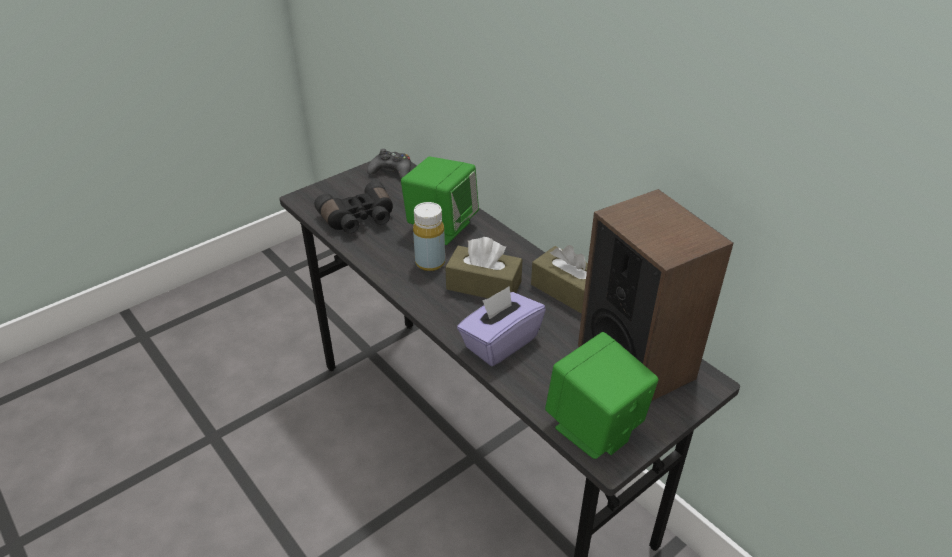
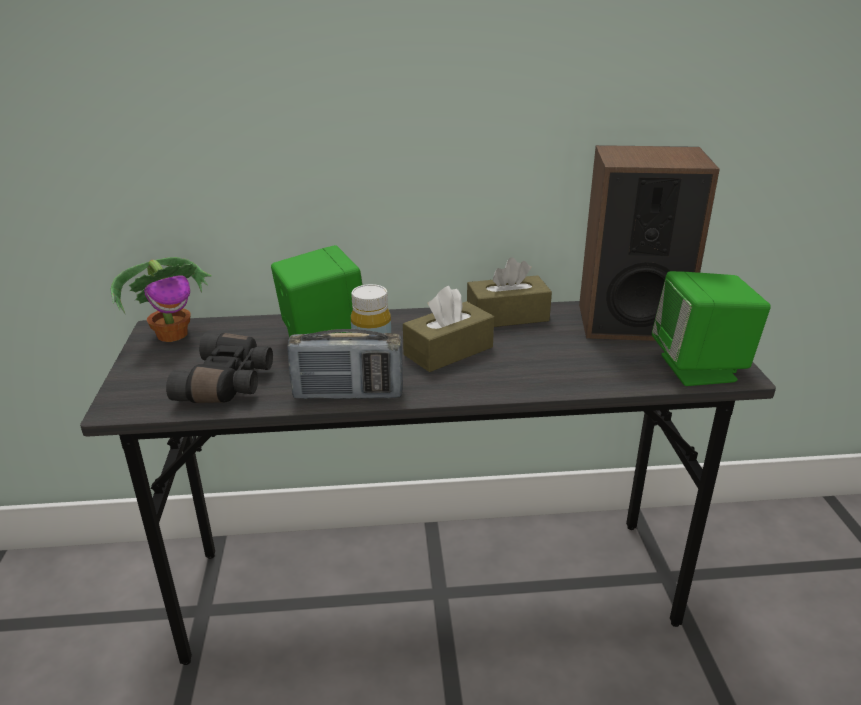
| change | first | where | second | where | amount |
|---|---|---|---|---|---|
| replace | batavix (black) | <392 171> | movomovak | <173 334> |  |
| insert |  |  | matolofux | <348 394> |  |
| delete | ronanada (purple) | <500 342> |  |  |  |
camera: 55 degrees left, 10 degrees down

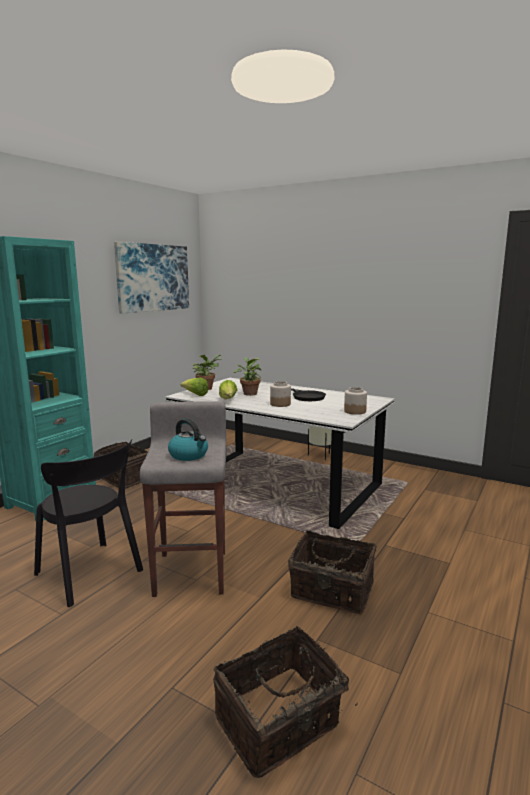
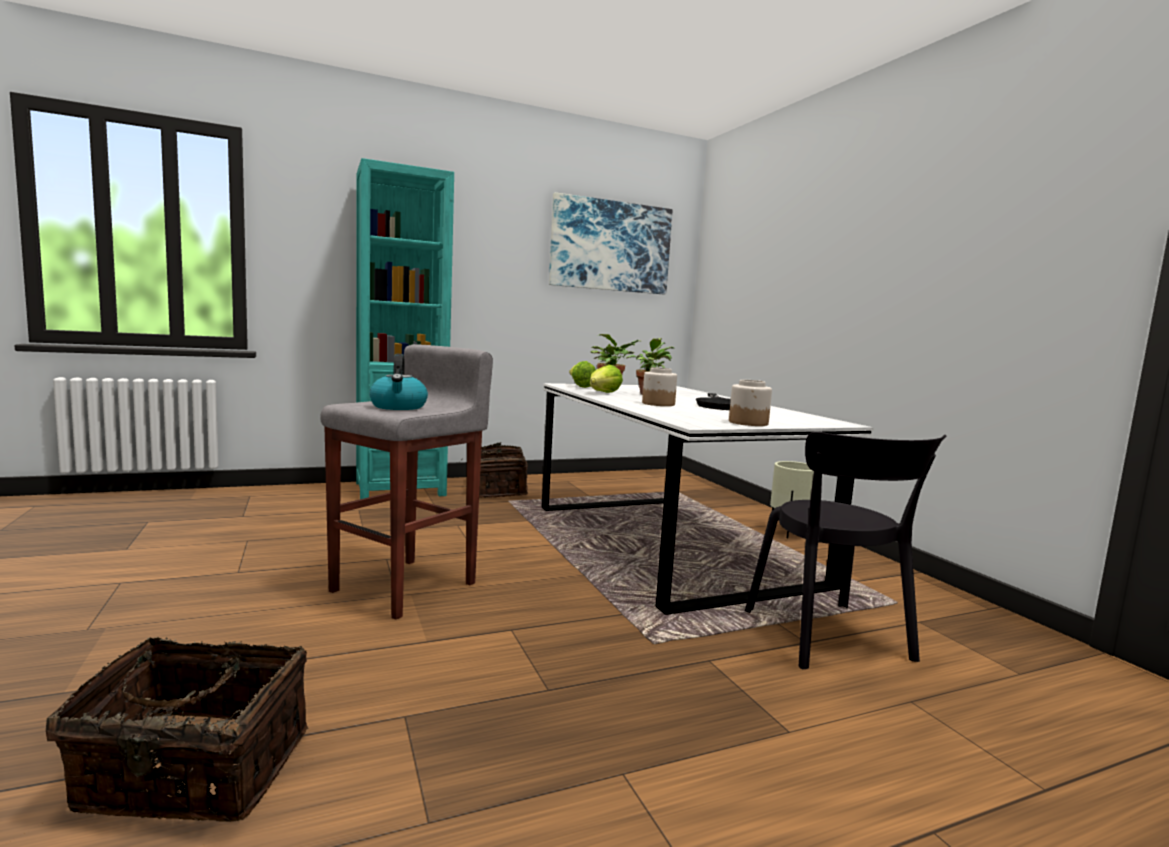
| change | first | where | second | where | amount |
|---|---|---|---|---|---|
| move | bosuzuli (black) | <91 574> |  | <830 639> |  |
| delete | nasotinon | <331 591> |  |  |  |
camera: 35 degrees right, 5 degrees down

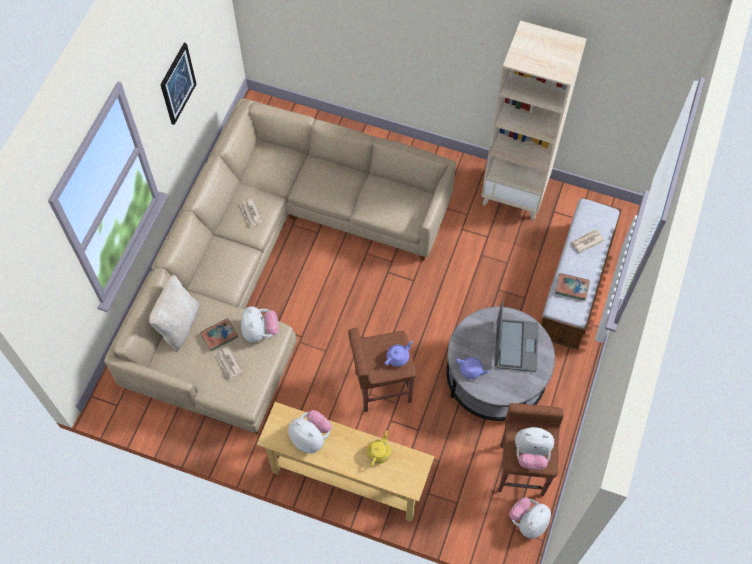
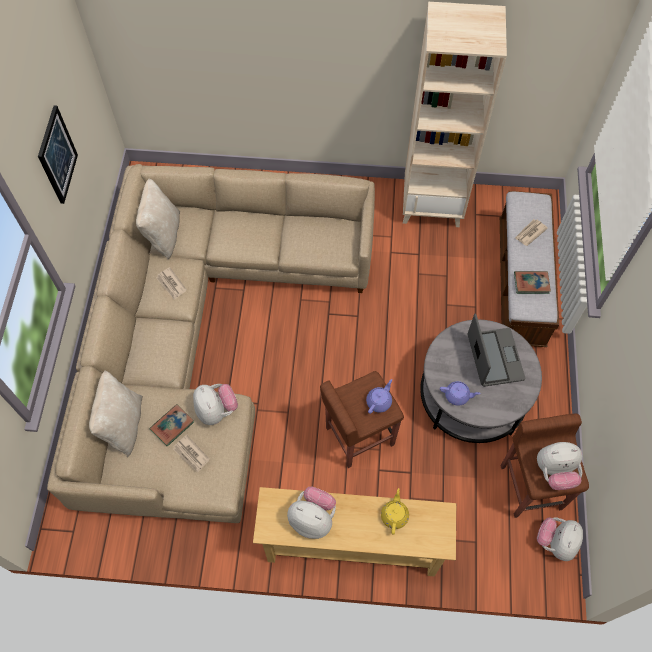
| change | first | where | second | where | amount |
|---|---|---|---|---|---|
| insert |  |  | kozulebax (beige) | <163 234> |  |
camera: 15 degrees left, 0 degrees up

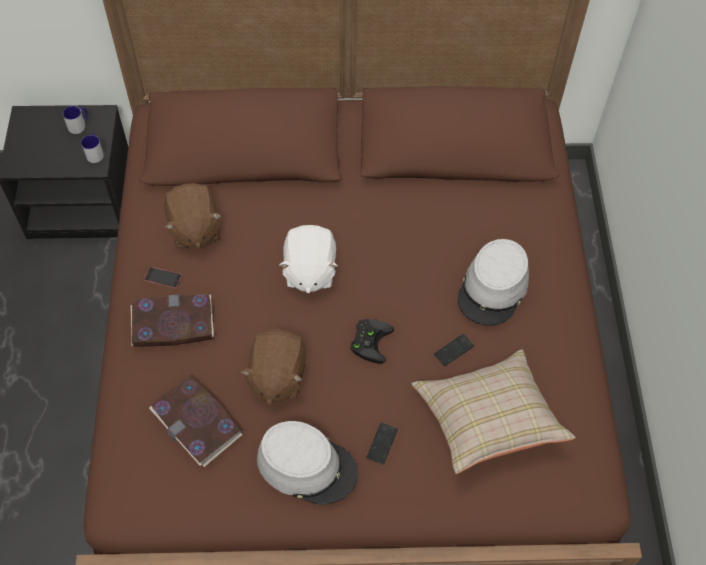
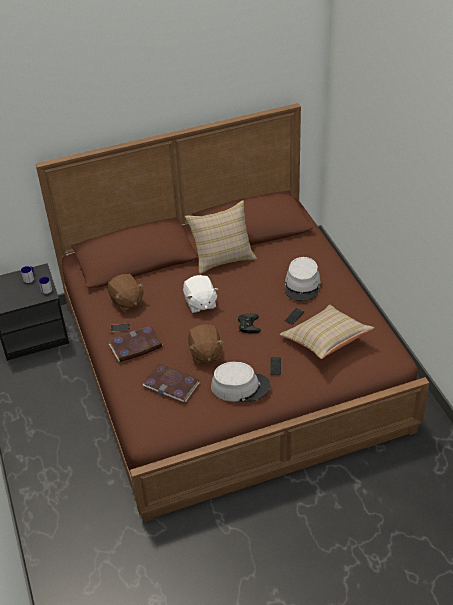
| change | first | where | second | where | amount |
|---|---|---|---|---|---|
| insert |  |  | kozulebax (beige) | <222 257> |  |
camera: 15 degrees left, 15 degrees down

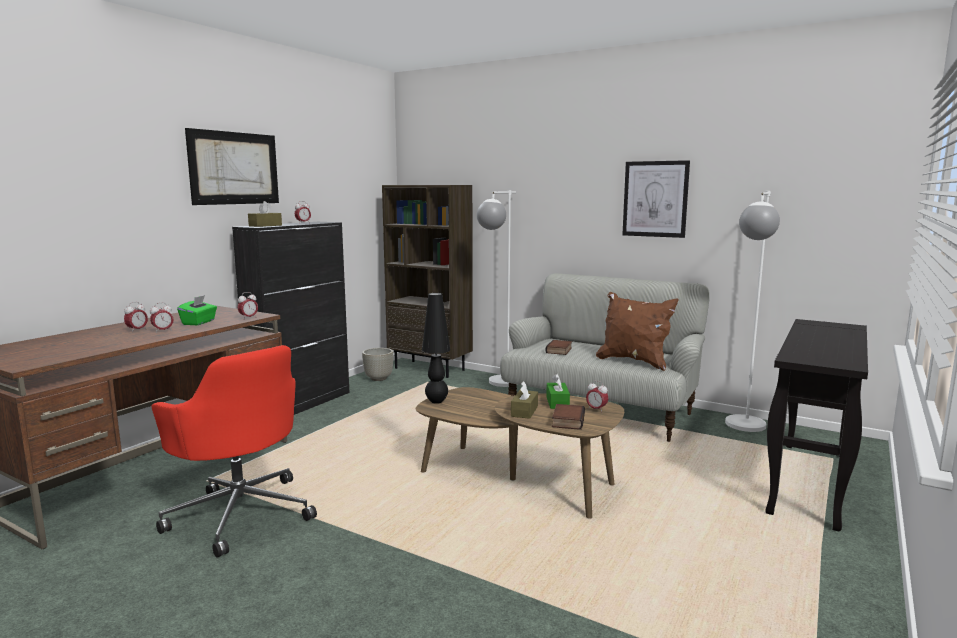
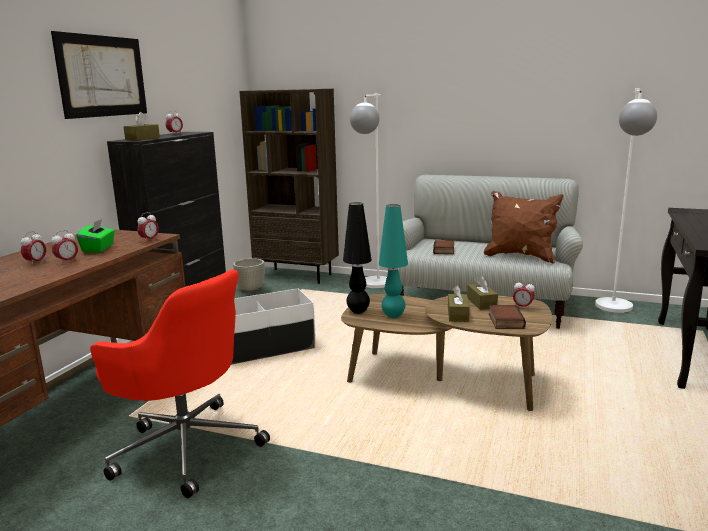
| change | first | where | second | where | amount |
|---|---|---|---|---|---|
| insert |  |  | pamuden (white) | <265 348> |  |
| insert |  |  | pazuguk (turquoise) | <393 316> |  |
| recolor | ronanada (green) | <557 402> | ronanada (brown) | <481 303> |  |
| delete | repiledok | <655 199> |  |  |  |
camera: 10 degrees left, 5 degrees up

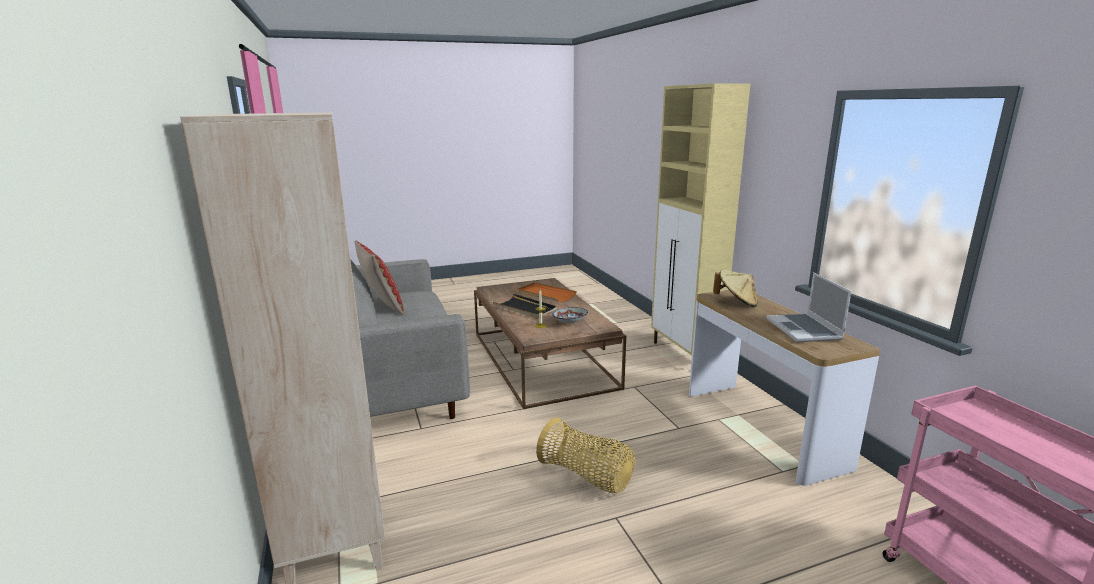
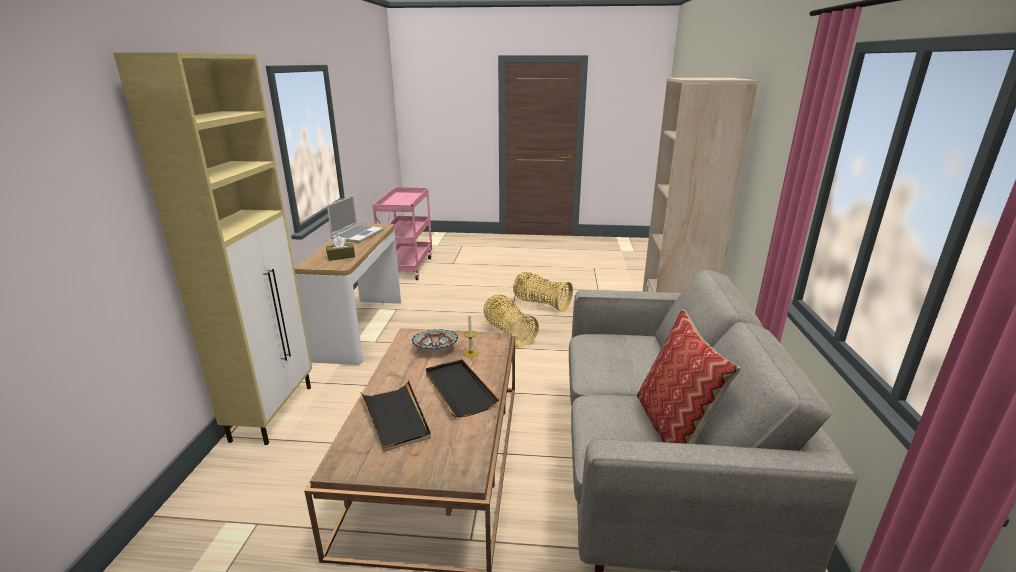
| change | first | where | second | where | amount |
|---|---|---|---|---|---|
| replace | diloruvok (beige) | <736 303> | ronanada (brown) | <341 257> |  |
| recolor | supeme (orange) | <546 294> | supeme (black) | <396 418> |  |
| insert |  |  | nasotinon | <541 303> |  |
camera: 155 degrees left, 5 degrees up

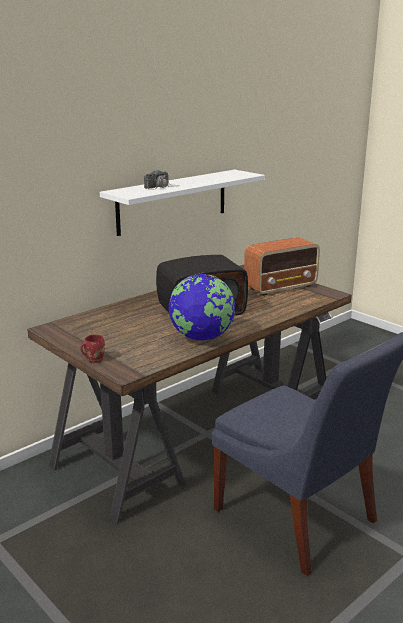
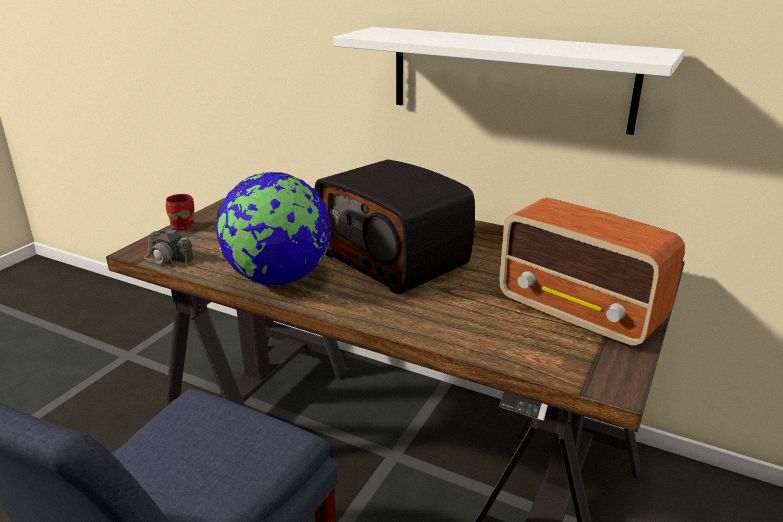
| change | first | where | second | where | amount |
|---|---|---|---|---|---|
| move | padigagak | <161 187> |  | <170 260> |  |
camera: 70 degrees right, 5 degrees up

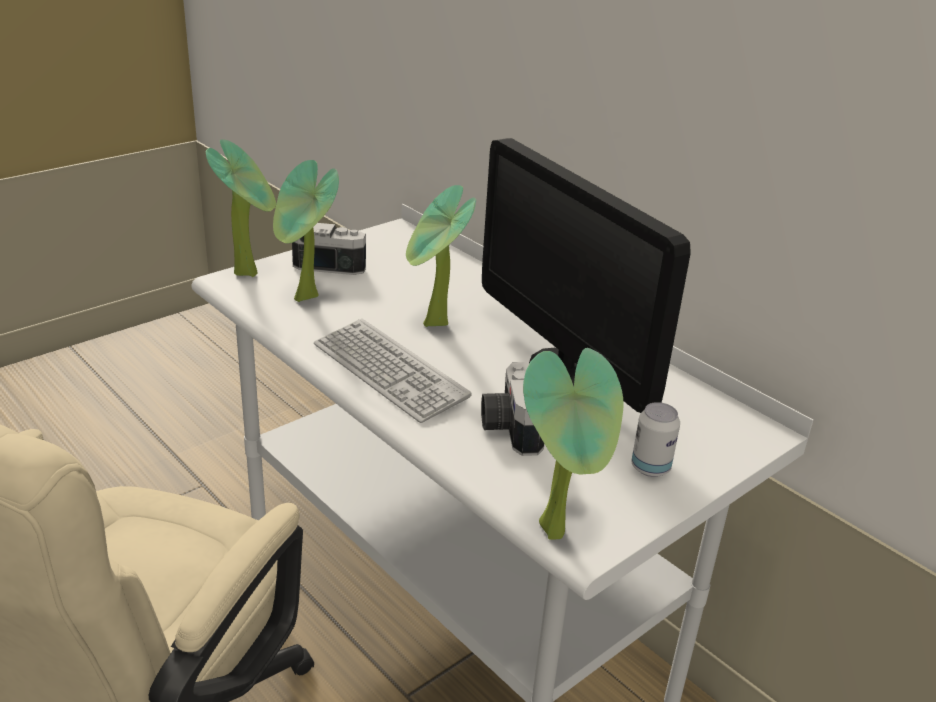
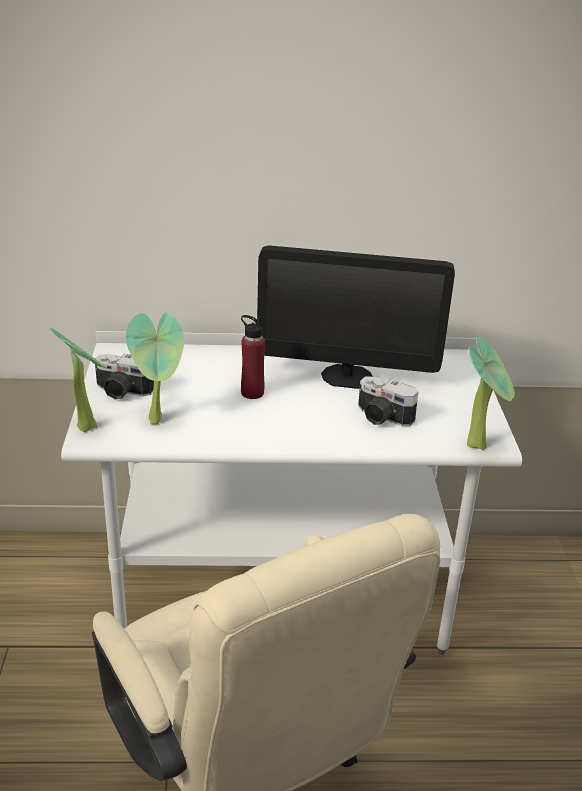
| change | first | where | second | where | amount |
|---|---|---|---|---|---|
| rotate | padigagak | <331 263> |  | <122 392> | 120 degrees counterclockwise |
| replace | movomovak | <434 326> | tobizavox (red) | <252 393> |  |
| delete | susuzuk | <389 372> |  |  |  |
| delete | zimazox | <650 468> |  |  |  |
camera: 50 degrees left, 0 degrees up

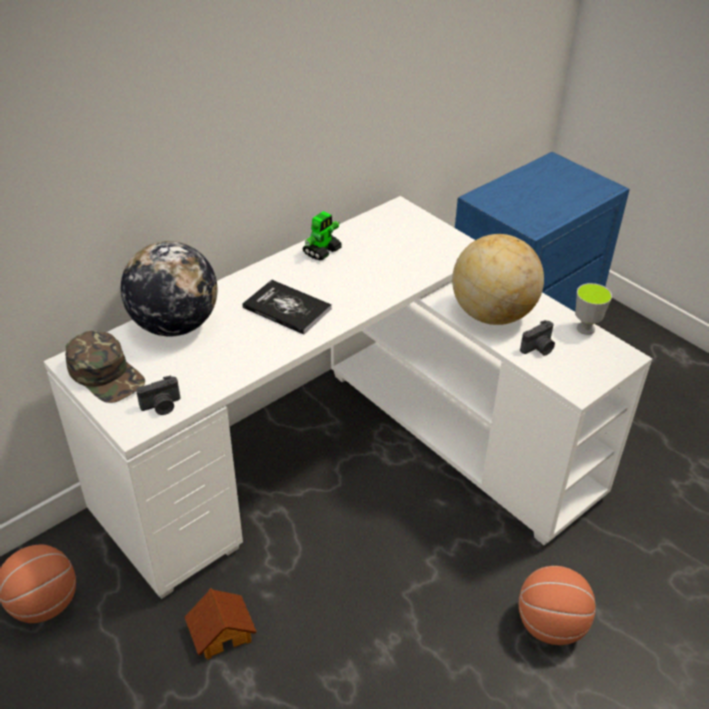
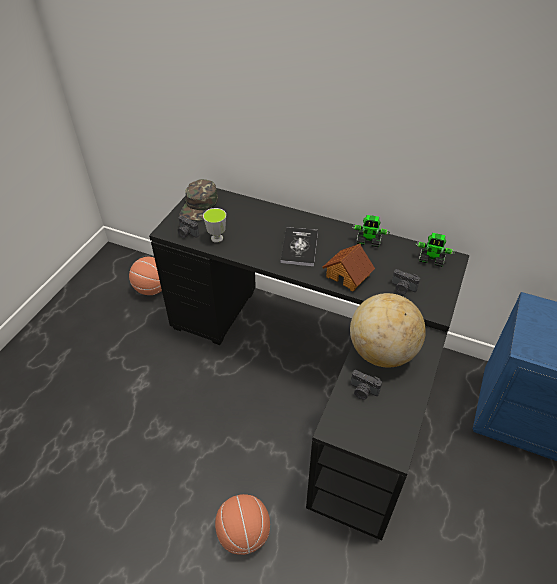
| change | first | where | second | where | amount |
|---|---|---|---|---|---|
| recolor | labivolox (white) | <350 456> | labivolox (black) | <316 368> |  |
| move | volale | <585 329> |  | <217 238> |  |
| move | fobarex | <222 632> |  | <348 275> |  |
| insert |  |  | padigagak | <402 288> |  |
| insert |  |  | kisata | <431 260> |  |
| delete | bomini | <175 325> |  |  |  |
camera: 65 degrees right, 5 degrees up

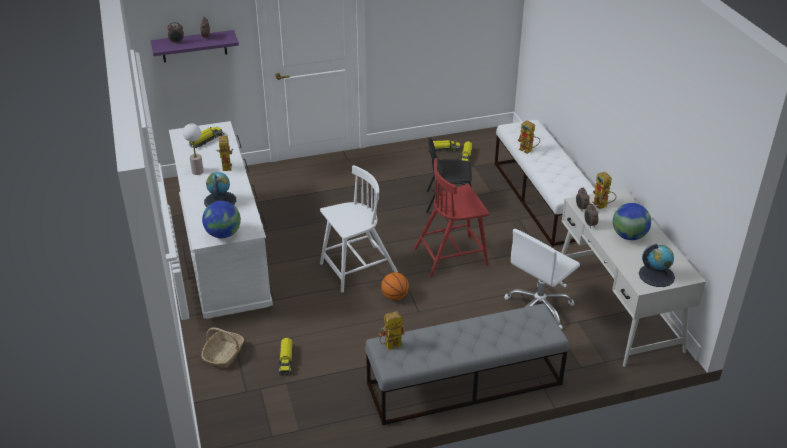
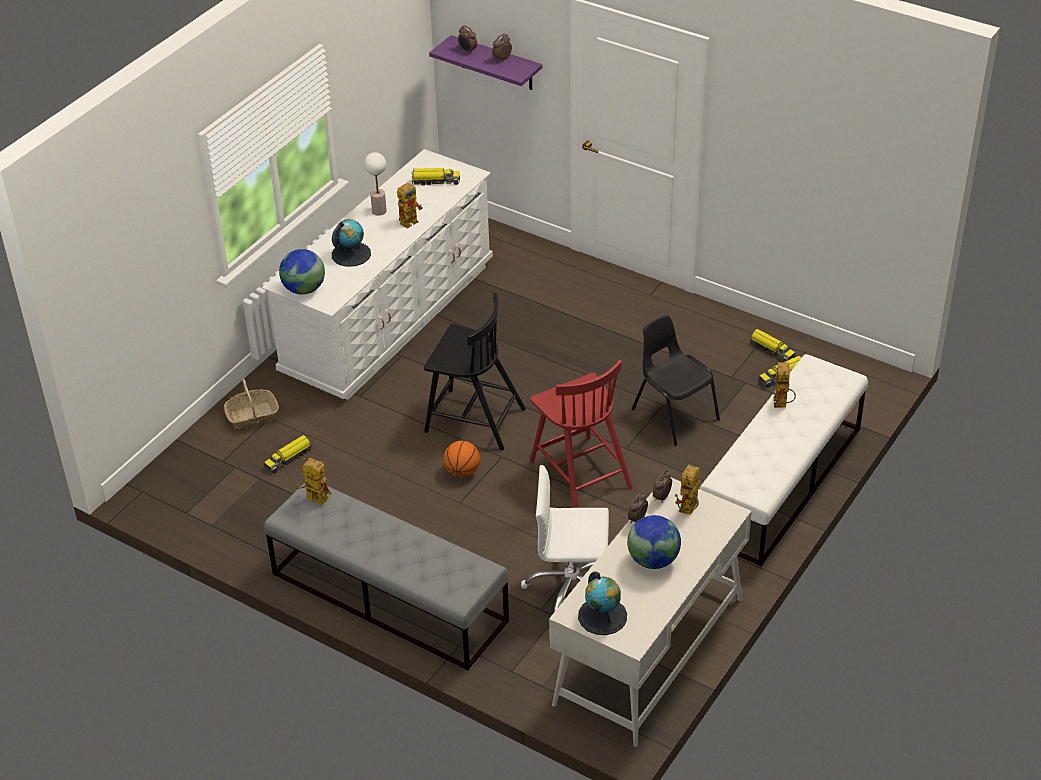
| change | first | where | second | where | amount |
|---|---|---|---|---|---|
| recolor | bosuzuli (white) | <357 269> | bosuzuli (black) | <473 419> |  |
| rotate | bosuzuli (red) | <452 256> |  | <580 473> | 150 degrees counterclockwise |
camera: 50 degrees right, 5 degrees up

